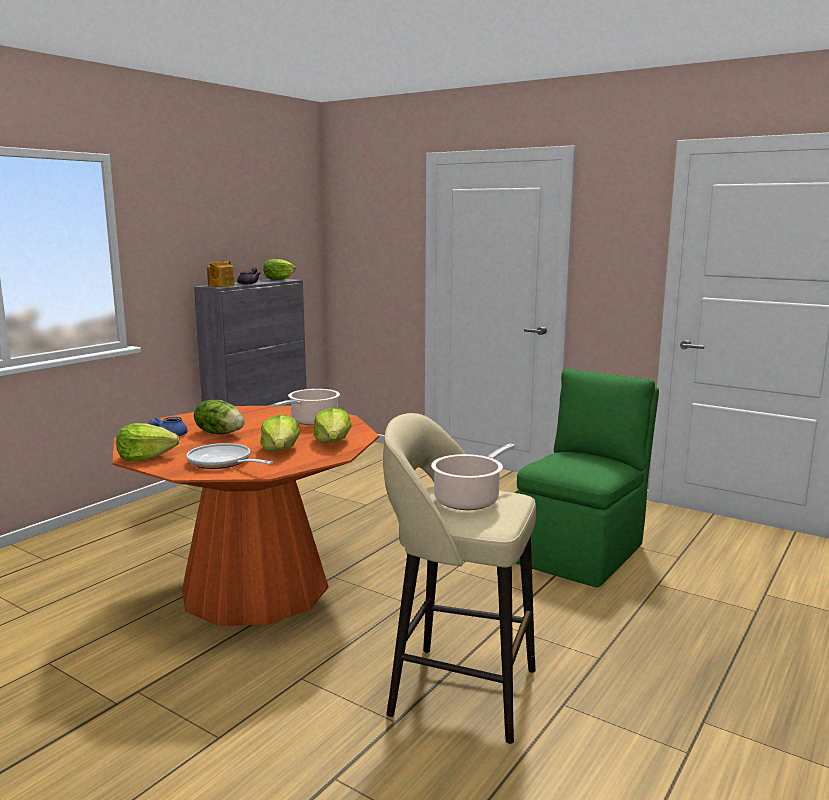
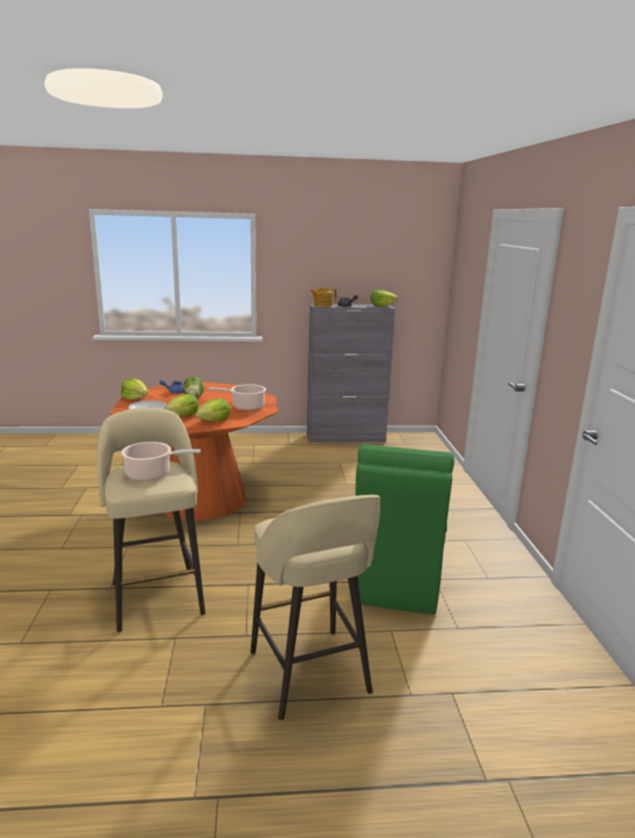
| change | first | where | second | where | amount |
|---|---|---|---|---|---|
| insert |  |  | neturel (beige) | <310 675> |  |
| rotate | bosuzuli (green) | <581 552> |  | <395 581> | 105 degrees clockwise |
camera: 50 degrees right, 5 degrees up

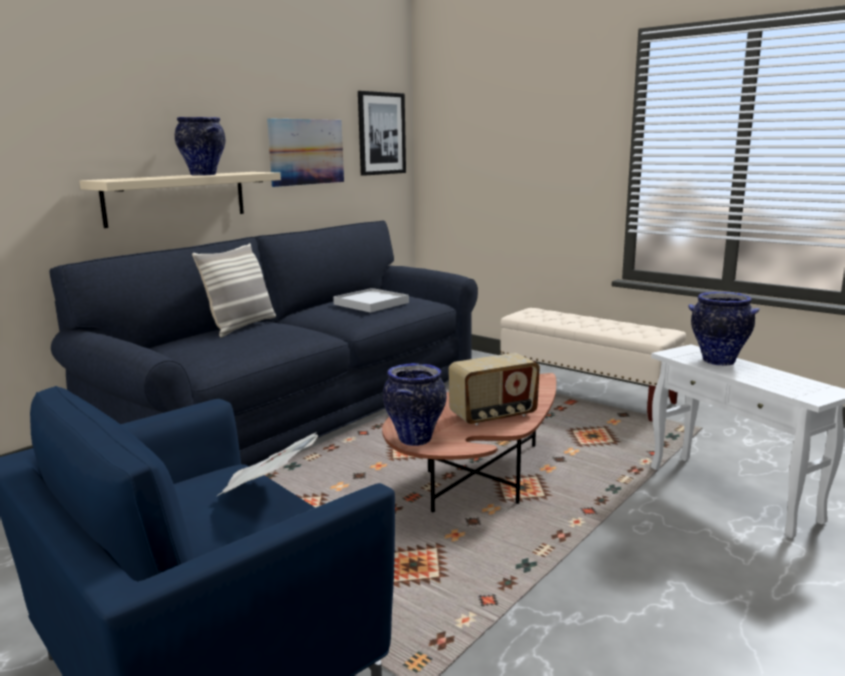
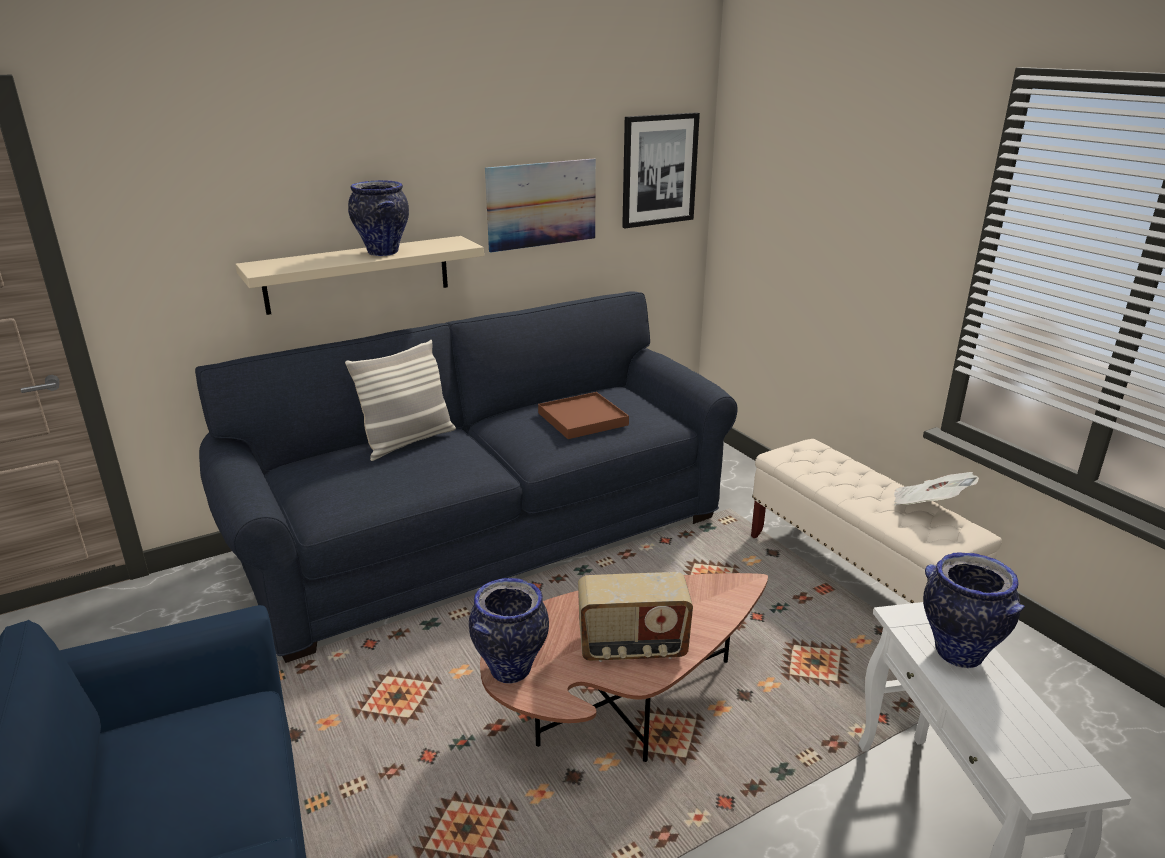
| change | first | where | second | where | amount |
|---|---|---|---|---|---|
| recolor | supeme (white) | <371 303> | supeme (brown) | <583 419> |  |
| move | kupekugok | <269 489> |  | <928 506> |  |
camera: 20 degrees right, 10 degrees up

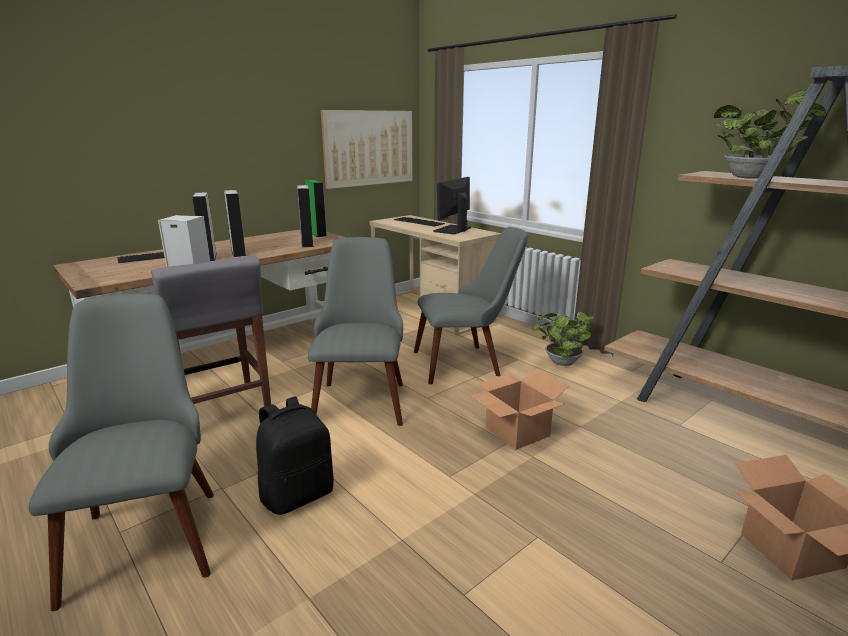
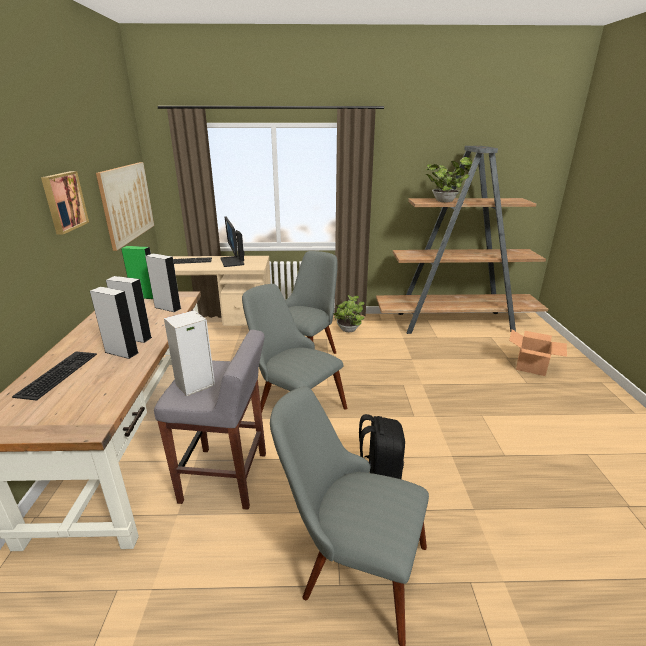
| change | first | where | second | where | amount |
|---|---|---|---|---|---|
| insert |  |  | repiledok | <63 201> |  |
| delete | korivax | <518 432> |  |  |  |
camera: 50 degrees left, 5 degrees up

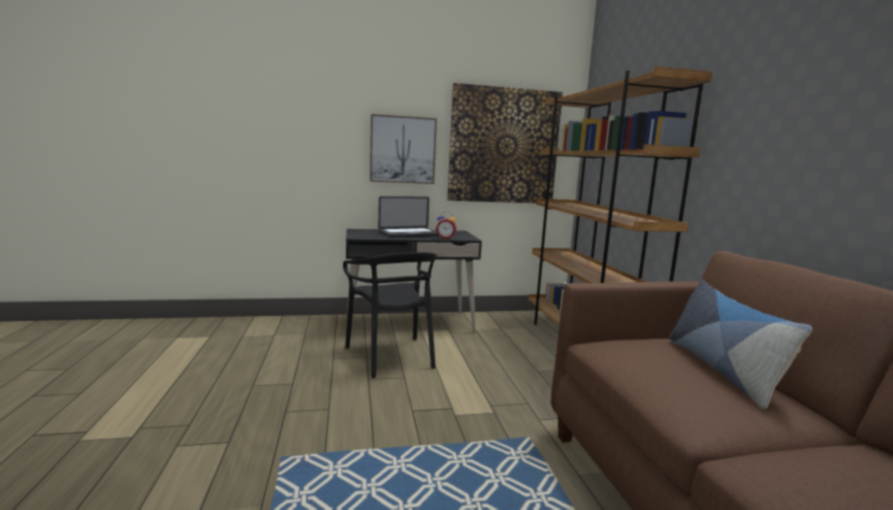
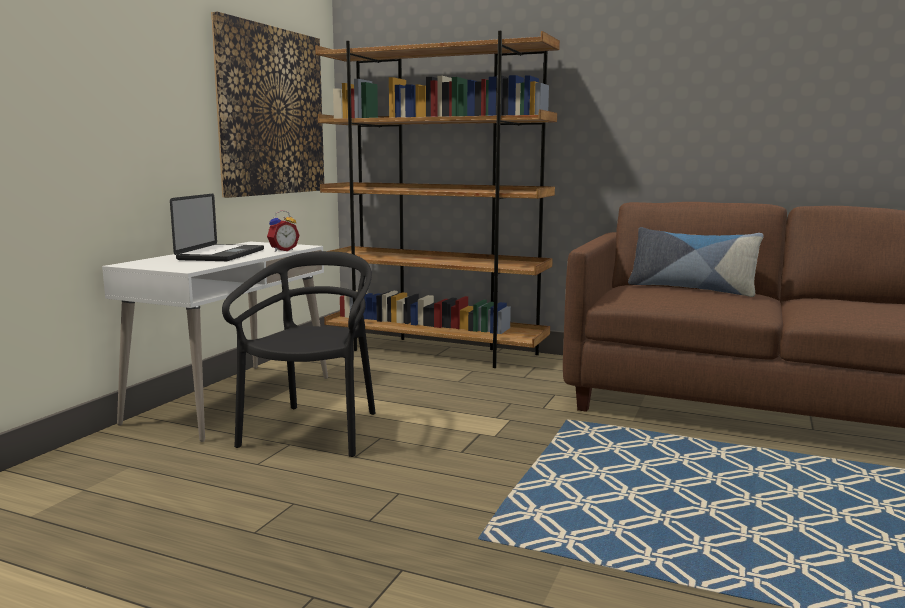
| change | first | where | second | where | amount |
|---|---|---|---|---|---|
| recolor | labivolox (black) | <408 323> | labivolox (white) | <232 399> |  |
| rotate | bosuzuli (black) | <391 356> |  | <314 431> | 90 degrees counterclockwise |
| delete | repiledok | <403 150> |  |  |  |
camera: 55 degrees left, 0 degrees up

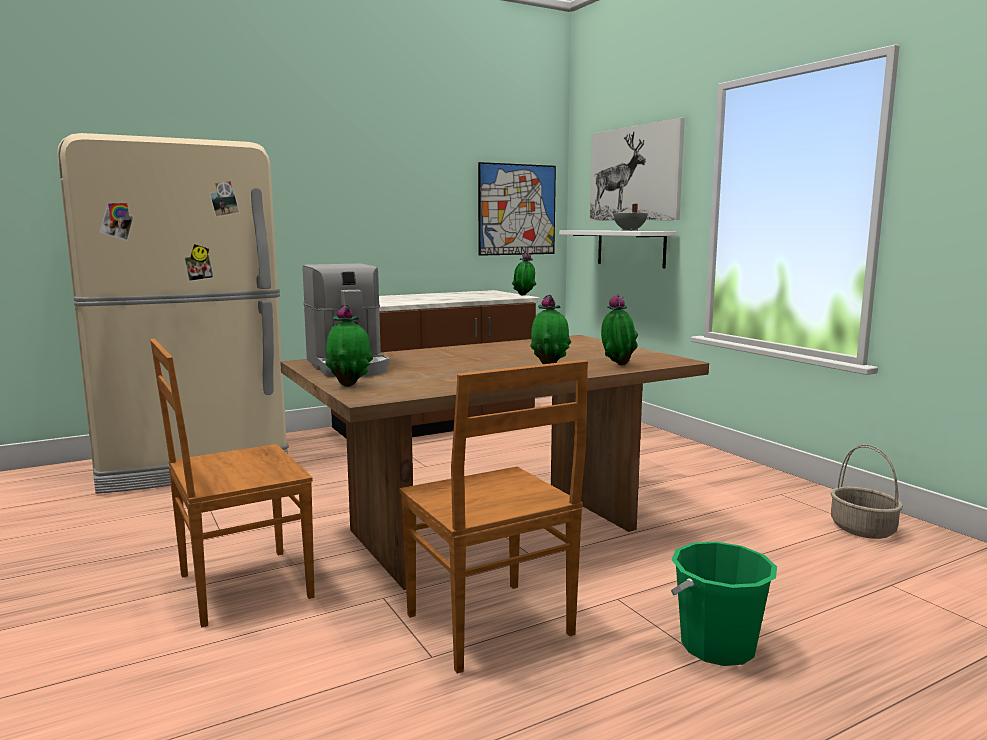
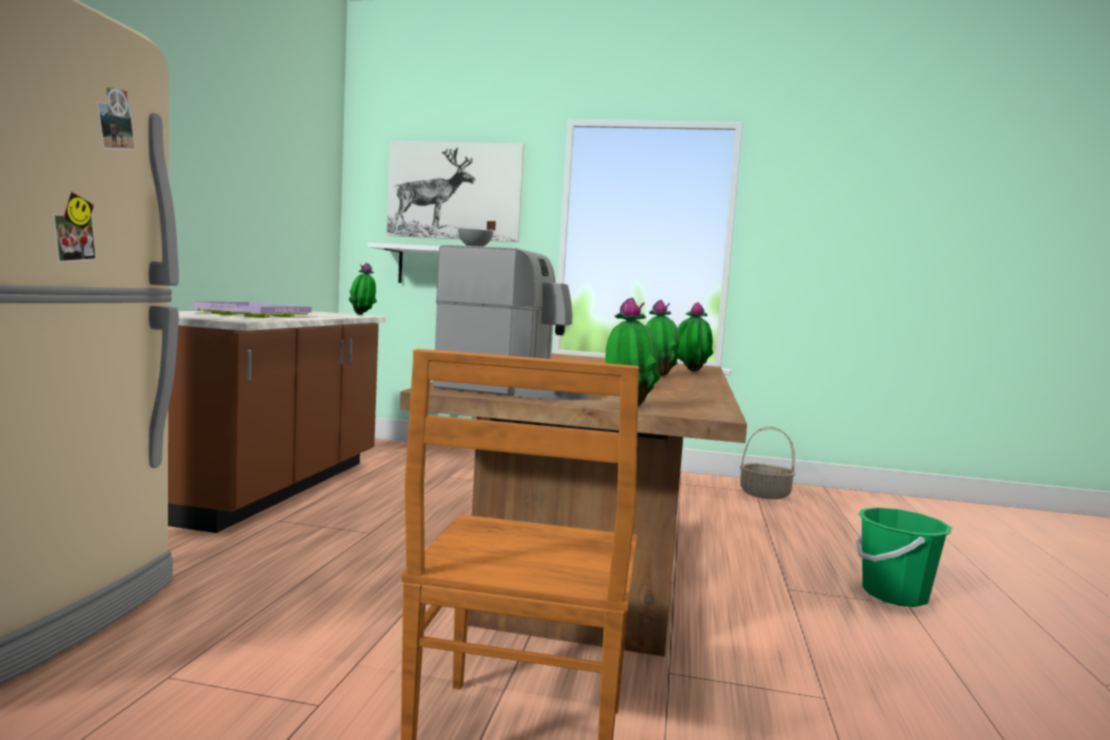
| change | first | where | second | where | amount |
|---|---|---|---|---|---|
| insert |  |  | supeme (purple) | <254 314> |  |
| delete | bosuzuli (brown) | <491 627> |  |  |  |
| delete | repiledok | <517 209> |  |  |  |
camera: 50 degrees left, 5 degrees down

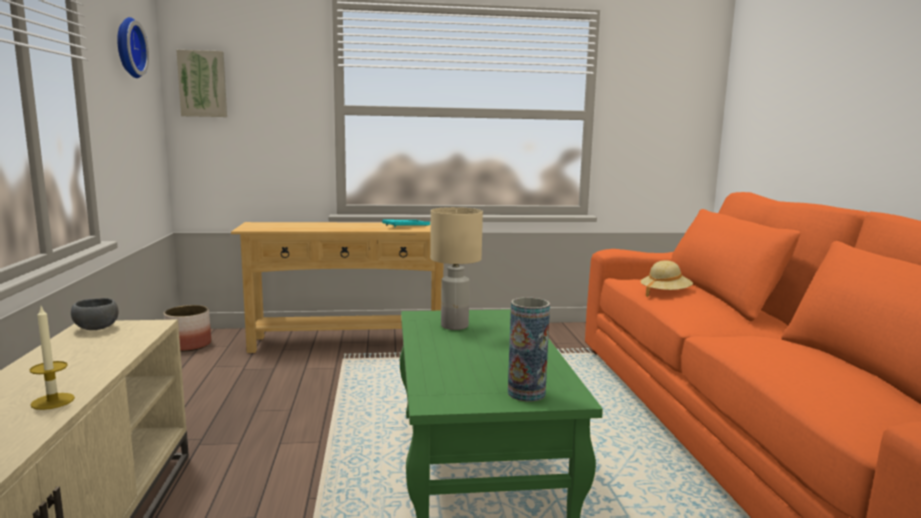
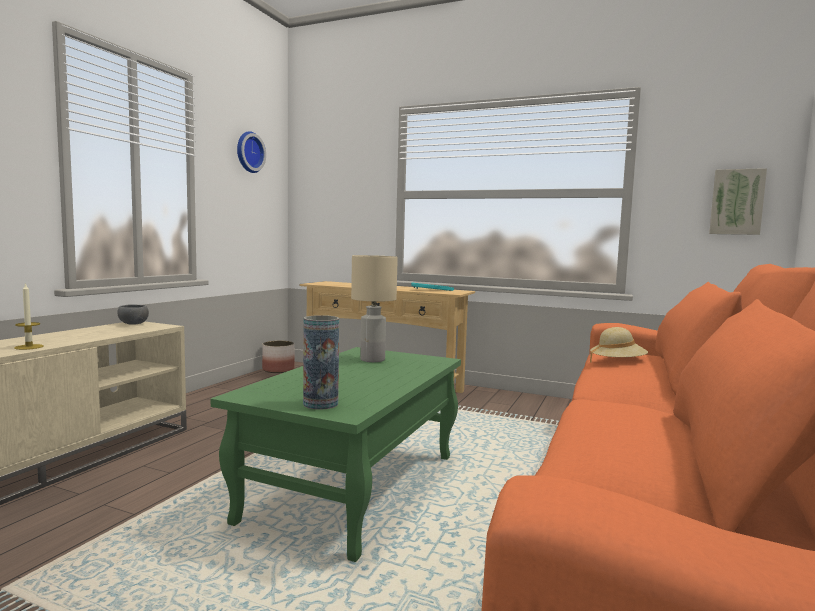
| change | first | where | second | where | amount |
|---|---|---|---|---|---|
| move | repiledok | <203 84> |  | <736 202> |  |
camera: 30 degrees right, 5 degrees down

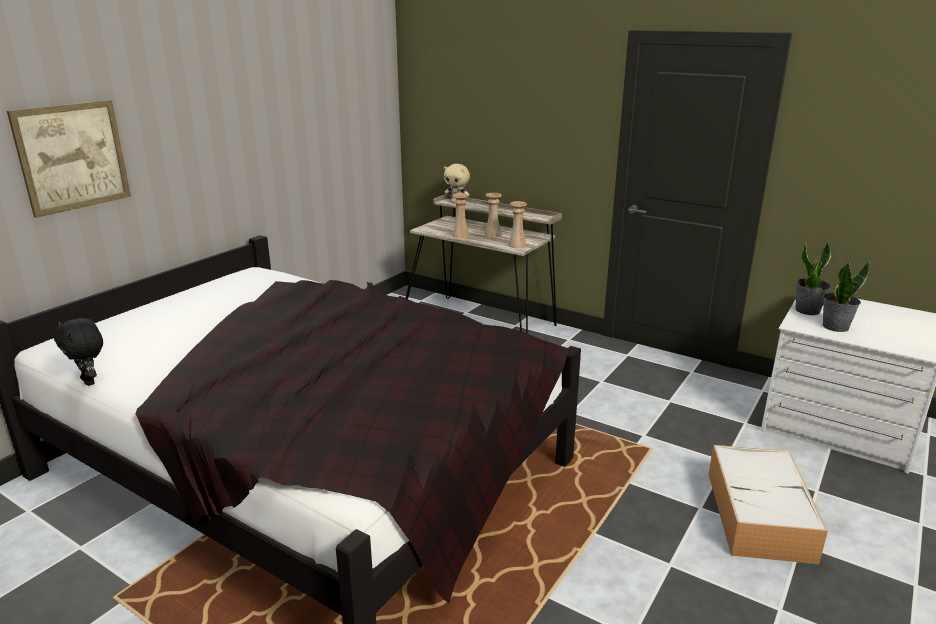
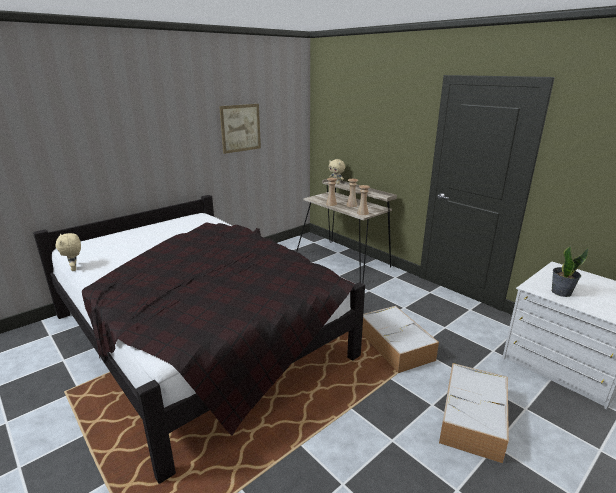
| change | first | where | second | where | amount |
|---|---|---|---|---|---|
| recolor | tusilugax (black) | <90 381> | tusilugax (beige) | <75 269> |  |
| move | repiledok | <72 157> |  | <240 128> |  |
| insert |  |  | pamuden | <396 346> |  |
| delete | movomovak | <808 310> |  |  |  |
camera: 15 degrees right, 0 degrees up

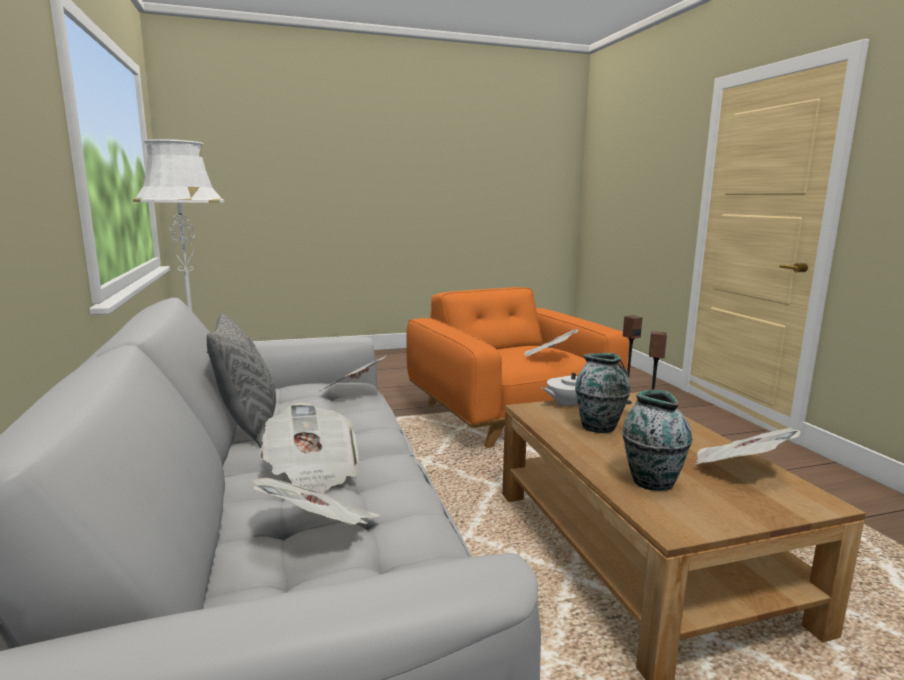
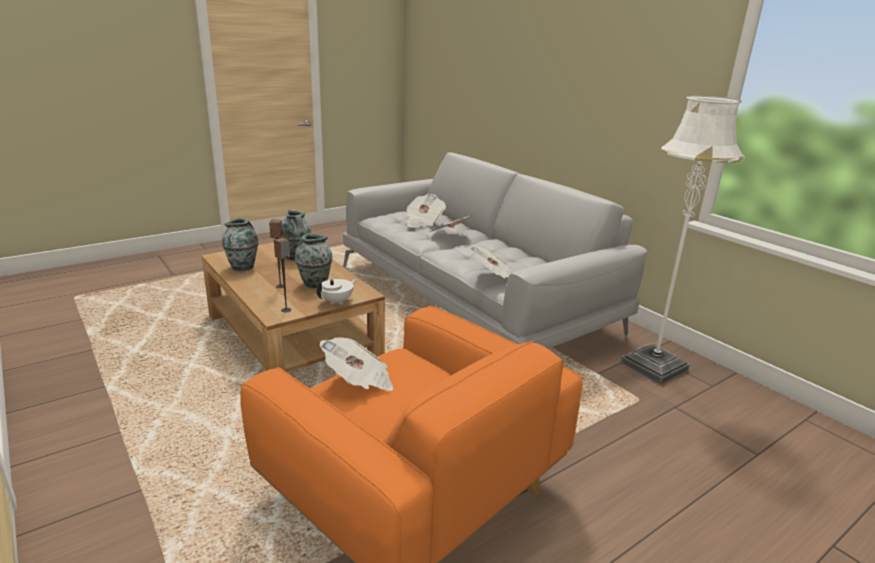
| change | first | where | second | where | amount |
|---|---|---|---|---|---|
| replace | kupekugok | <738 469> | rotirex | <243 267> |  |
| delete | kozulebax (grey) | <248 427> |  |  |  |
camera: 160 degrees right, 10 degrees up

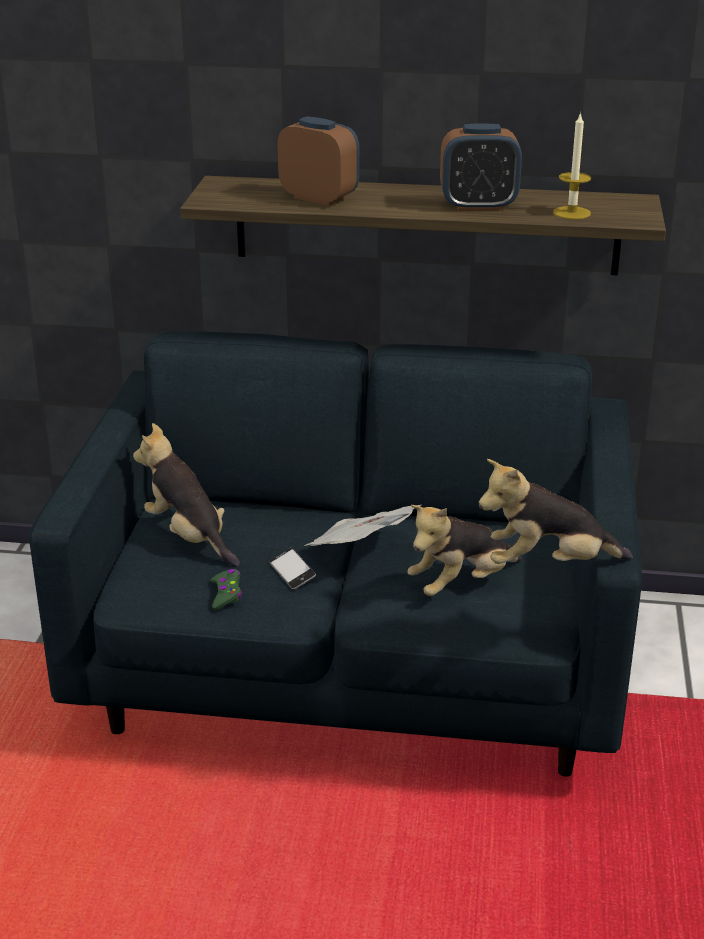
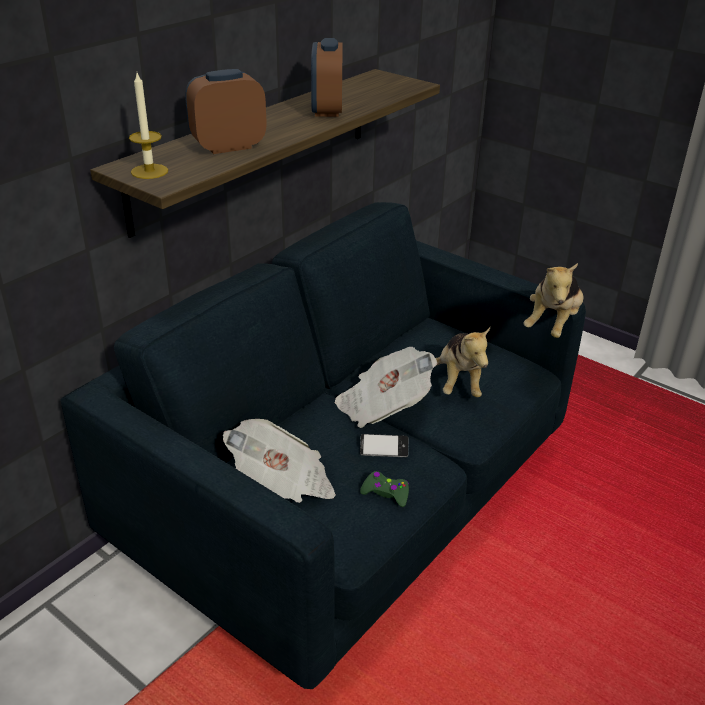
| change | first | where | second | where | amount |
|---|---|---|---|---|---|
| move | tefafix | <571 213> |  | <149 171> |  |
| replace | tusilugax | <189 536> | kupekugok | <283 484> |  |
| rotate | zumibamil | <478 206> |  | <327 110> | 150 degrees clockwise |
camera: 60 degrees left, 5 degrees up

